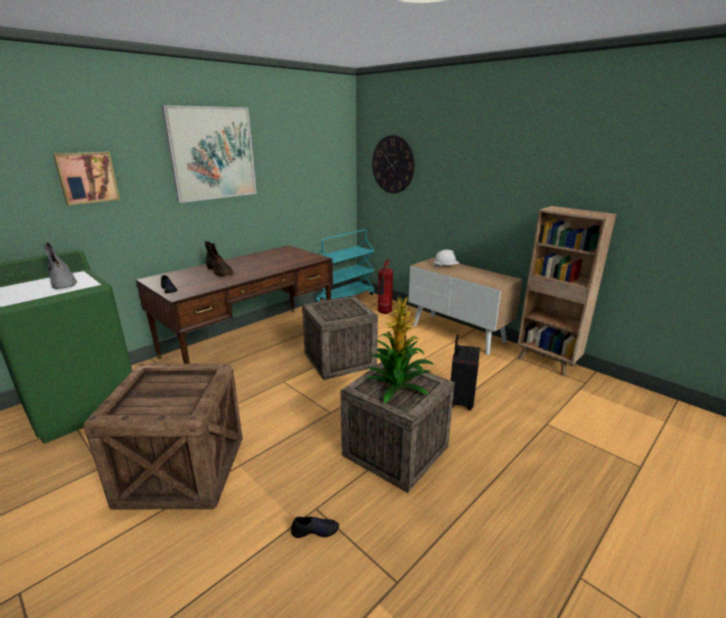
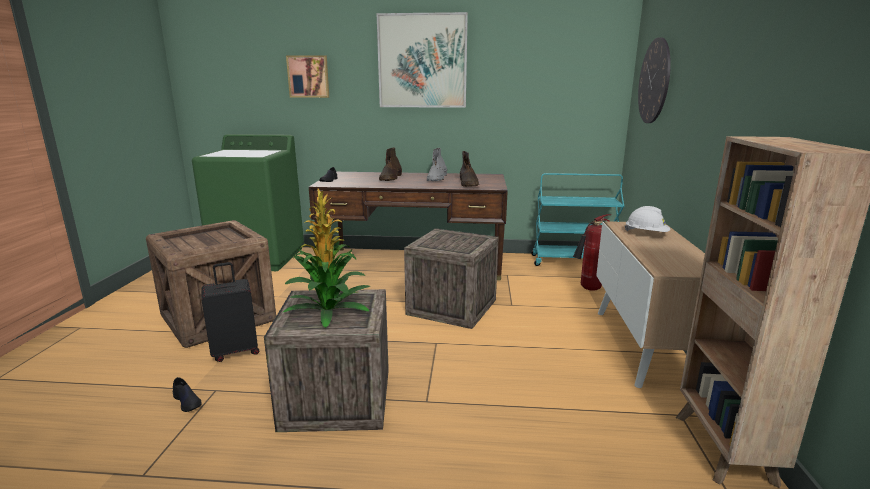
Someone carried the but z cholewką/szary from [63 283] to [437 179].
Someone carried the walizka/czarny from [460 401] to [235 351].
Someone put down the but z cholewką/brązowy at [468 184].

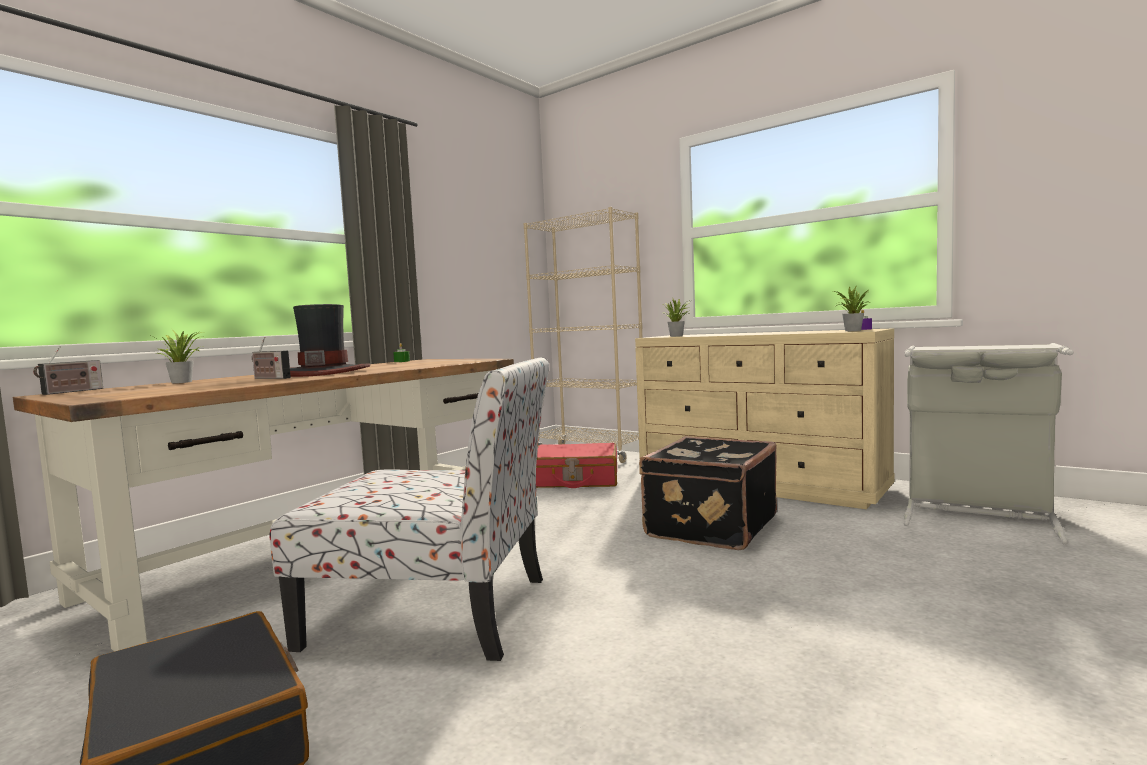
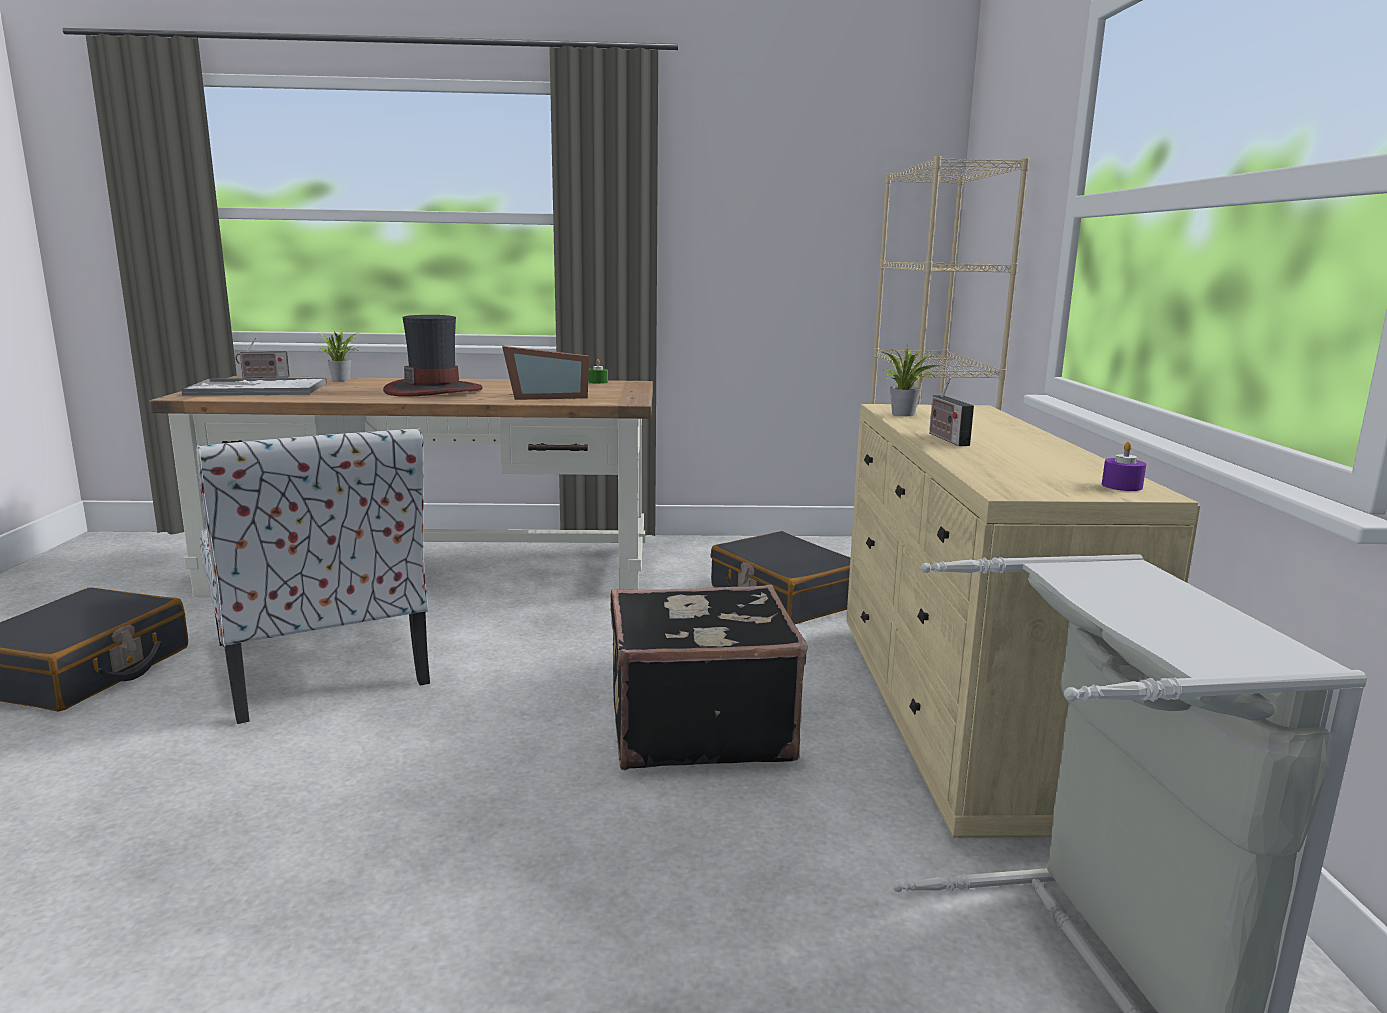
Someone carried the radio from [270 378] to [946 438].
Someone repainted the walizka/czerwony at [576 479], which became the walizka/czarny at [783 597].
Someone took away the roślina doniczkowa at [850 330].
Someone put down the taca at [256 389].
Someone put down the ramka na zdjęcie at [546 397].

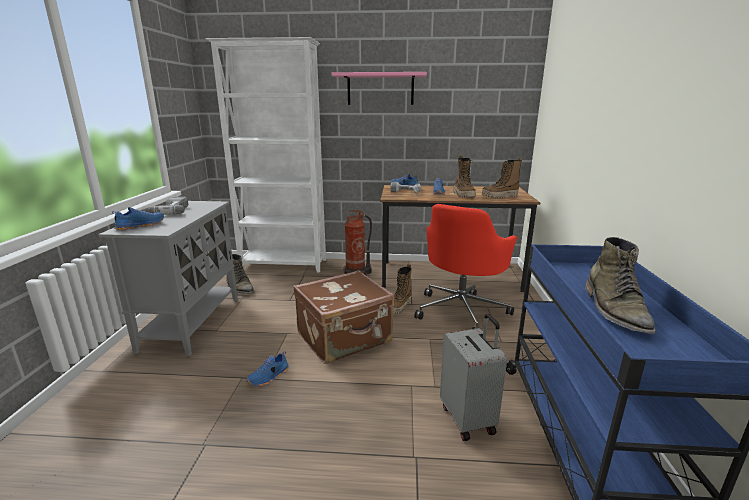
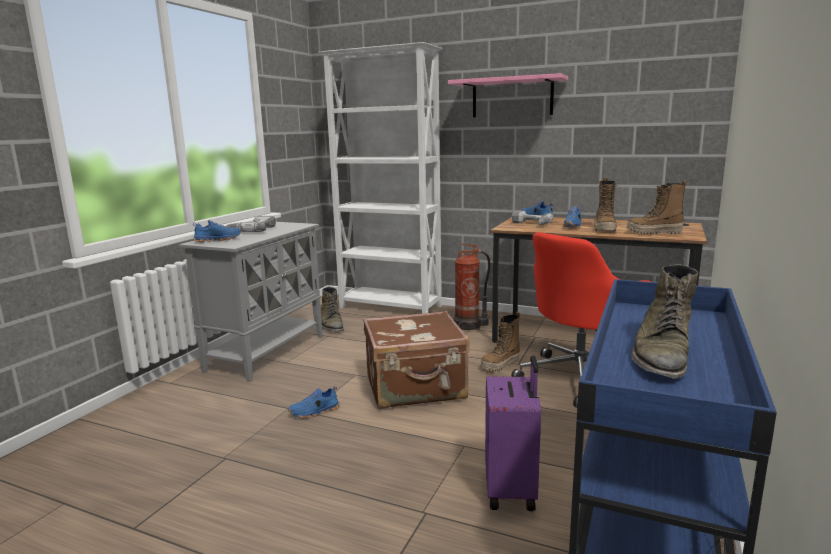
Someone repainted the walizka/szary at [468 419], which became the walizka/fioletowy at [512 490].

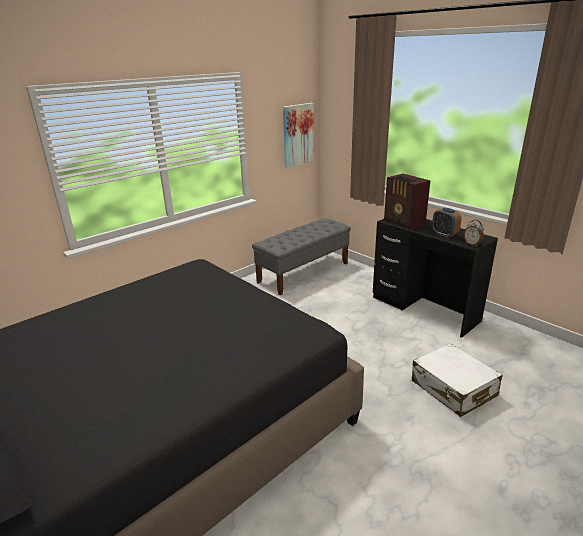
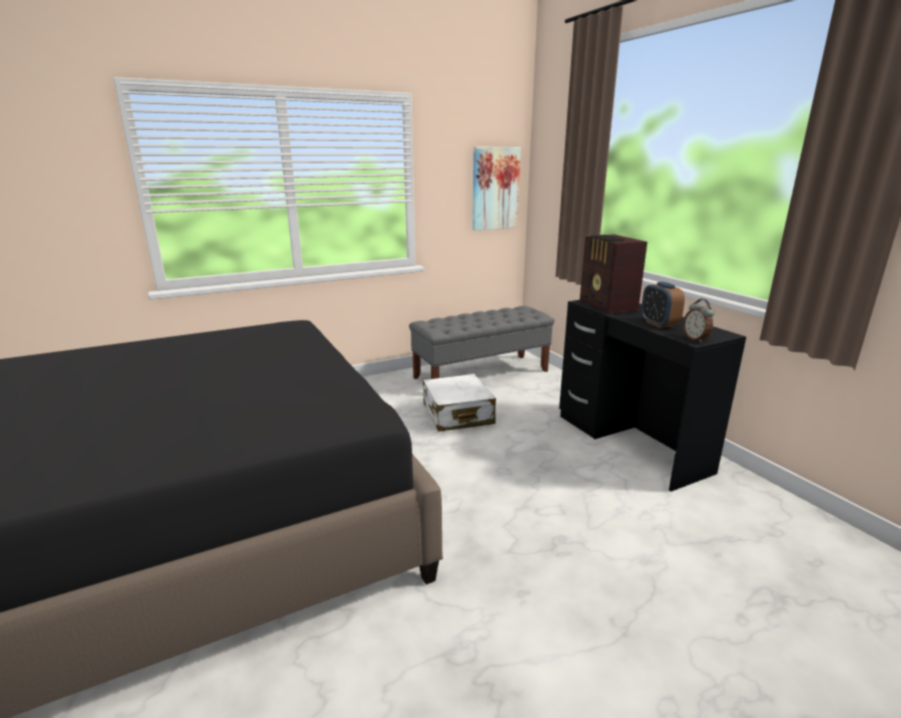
Someone carried the walizka/biały from [453 388] to [457 414].

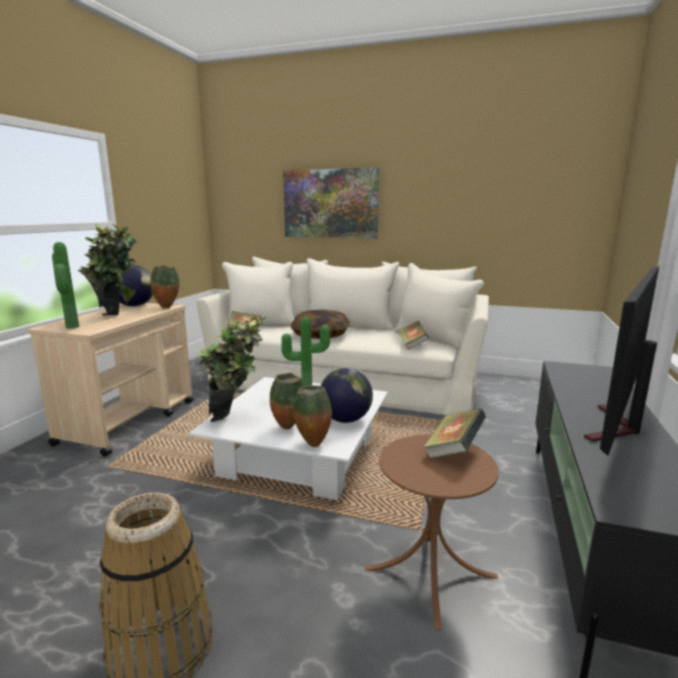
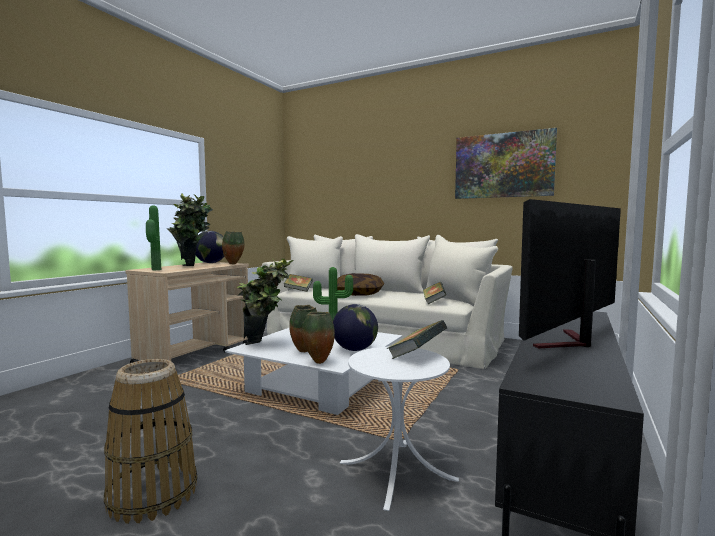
Someone carried the obraz from [330 203] to [503 165].
Someone repainted the stolik/brązowy at [430 572], which became the stolik/biały at [397 470].

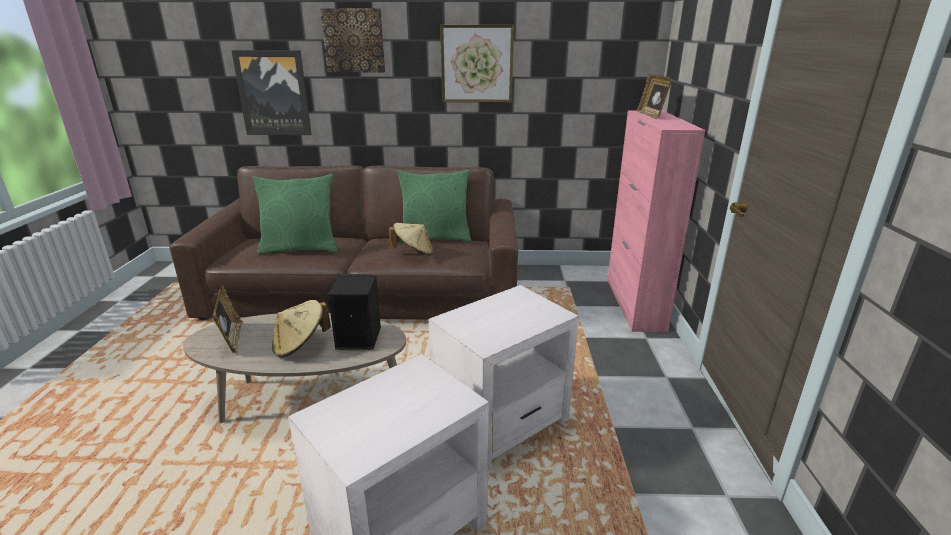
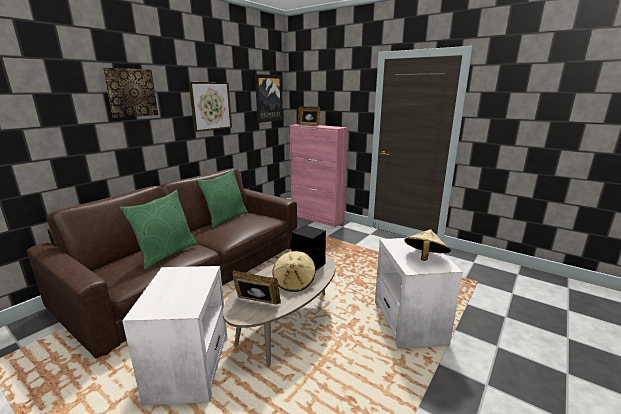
Someone carried the obraz from [273 93] to [268 98].
Someone carried the kapelusz/beżowy from [413 253] to [425 258].
Someone carried the stolik/biały from [502 423] to [190 367].

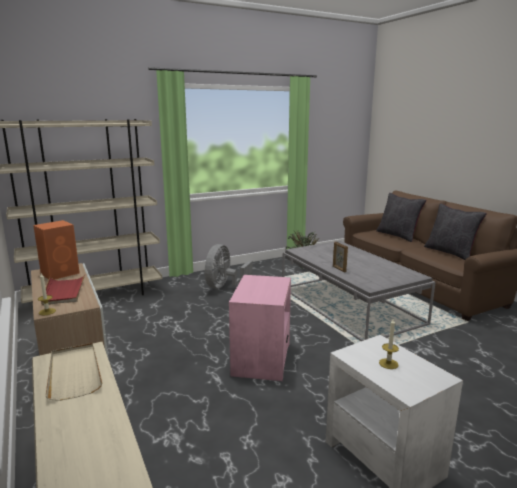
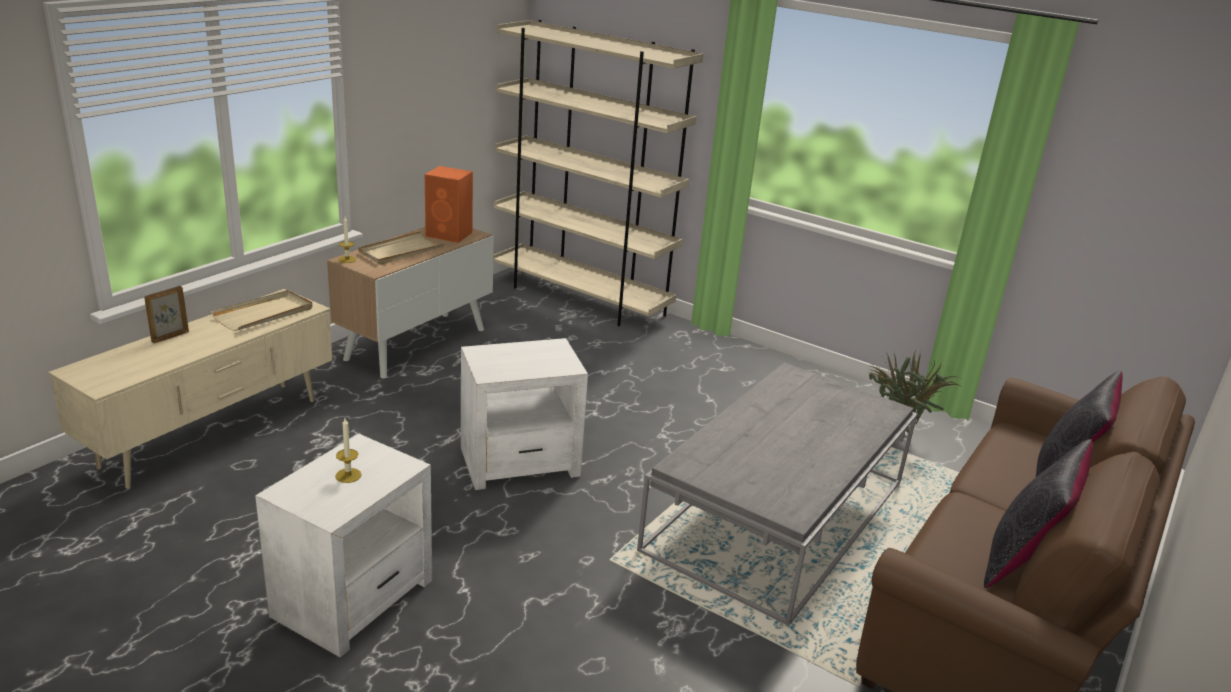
Someone repainted the taca/czerwony at [64 291], which became the taca/beżowy at [401 251].
Someone took away the wentylator/szary at [224 287].
Someone repainted the stolik/różowy at [262 358], which became the stolik/biały at [520 462].
Someone carried the ramka na zdjęcie from [339 269] to [169 337].

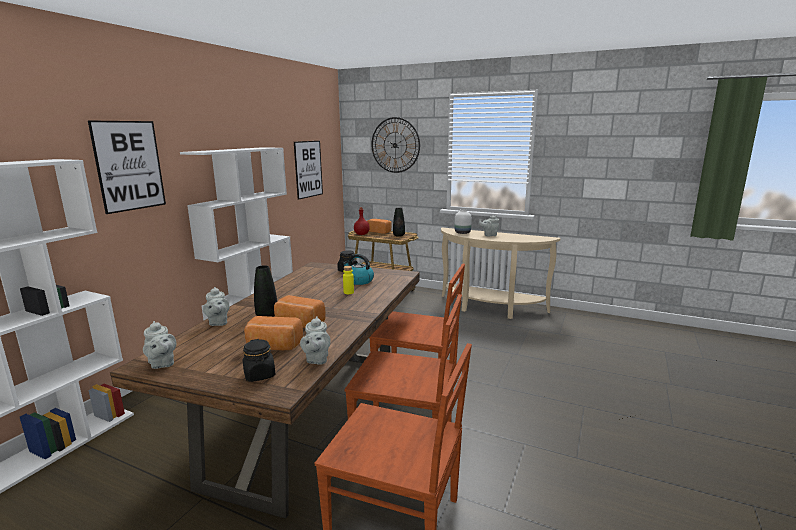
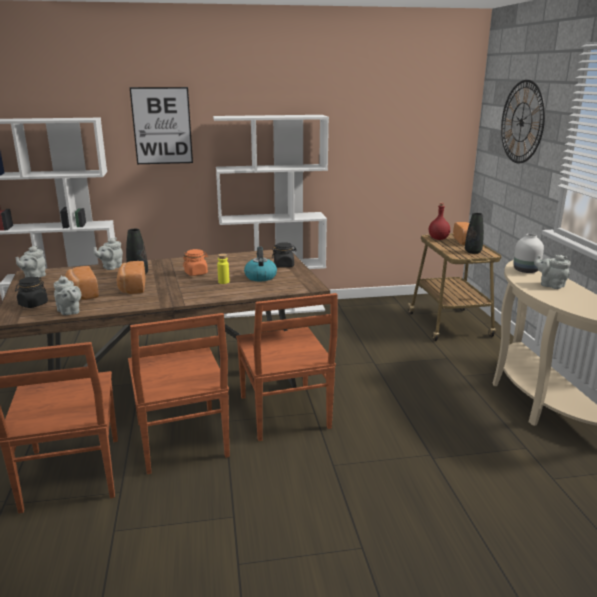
Someone took away the obraz at [308 169].
Someone rotated the imbryk/szary at [317 359] by 90 degrees counterclockwise.
Someone put down the słoik/pomarańczowy at [196 273].

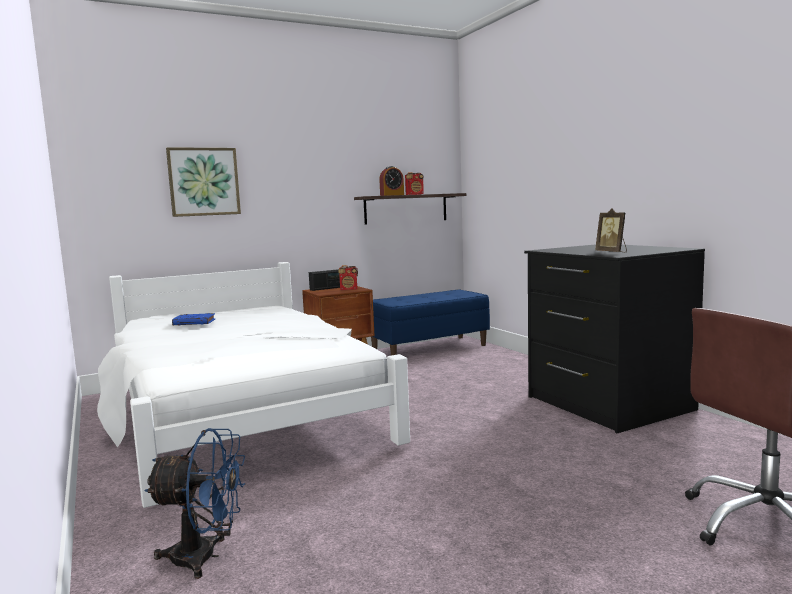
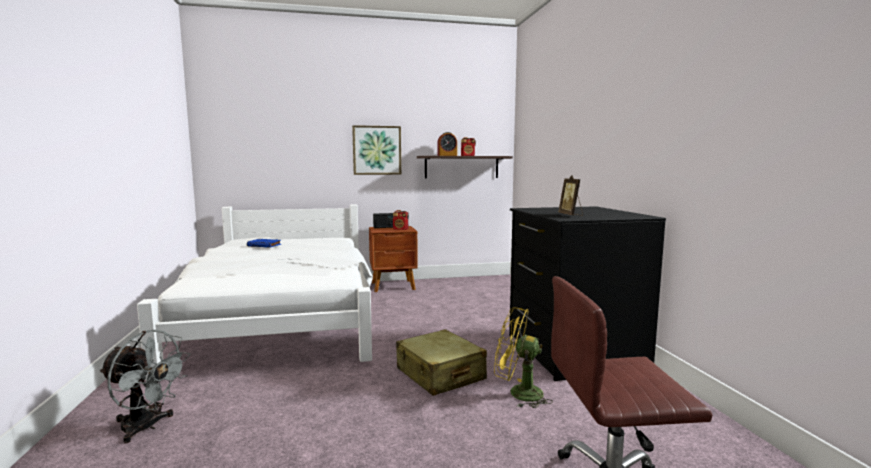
Someone repainted the wentylator/niebieski at [205 557], which became the wentylator/szary at [147 427].
Someone carried the obraz from [204 182] to [377 150].
Someone took away the ławka/niebieski at [429 348].
Someone put down the walizka/beżowy at [440 374].
Someone put down the wentylator/żółty at [518 393].

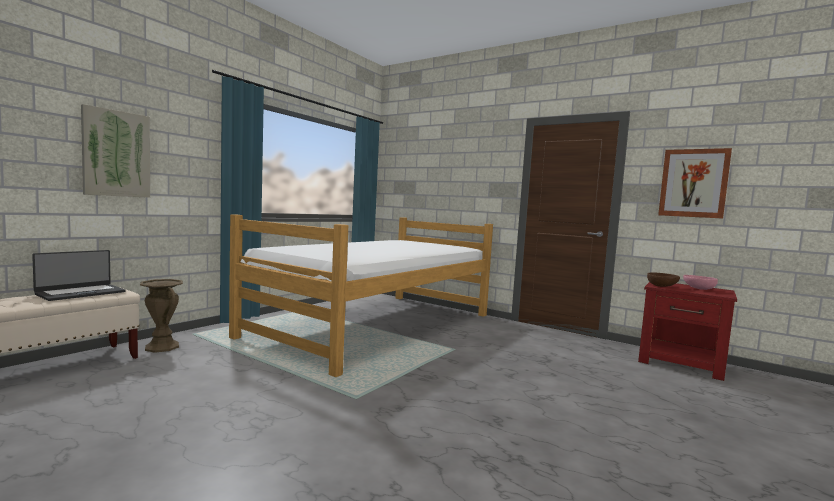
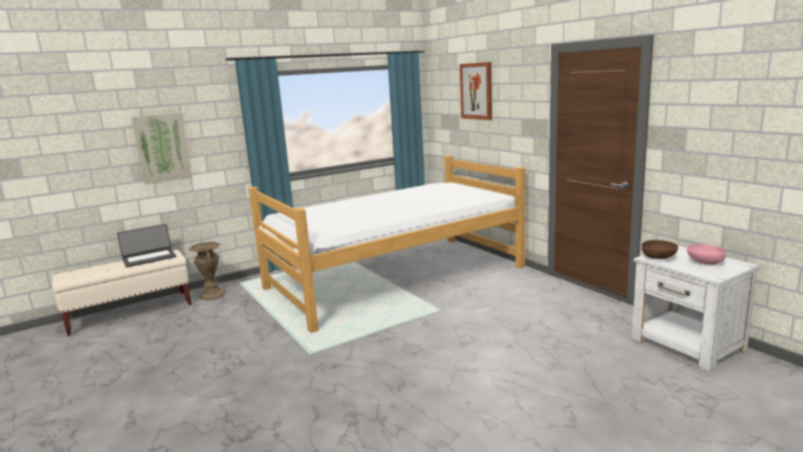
Someone repainted the szafka nocna/czerwony at [682 363], which became the szafka nocna/biały at [688 345].
Someone carried the obraz from [693 183] to [476 91].

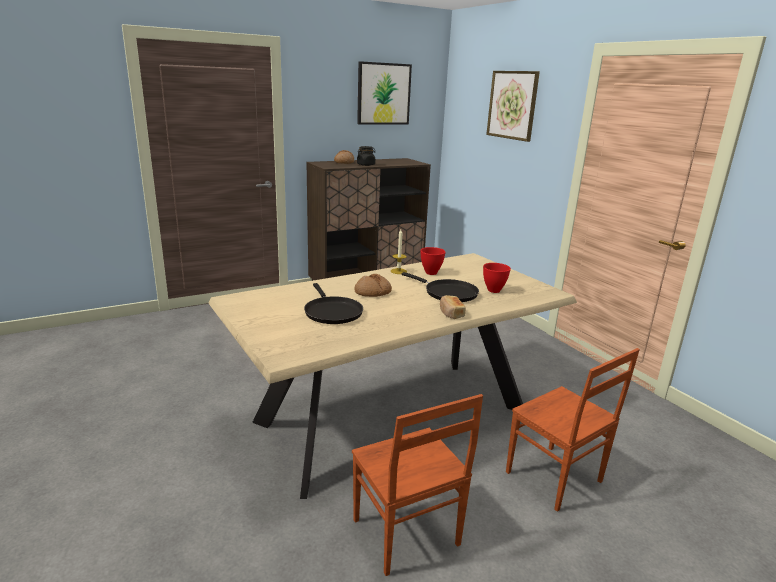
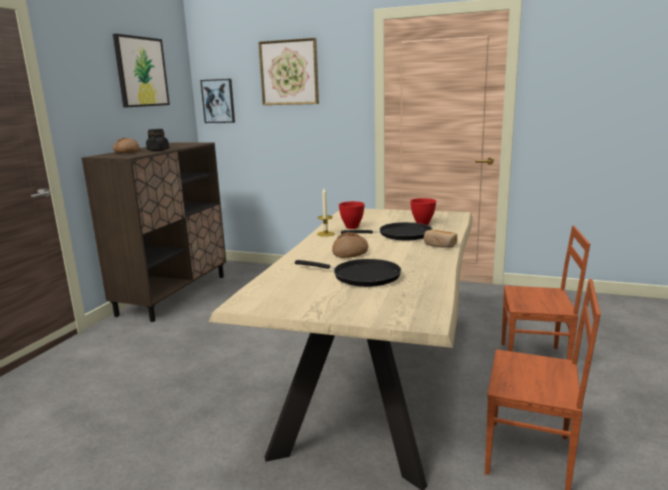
Someone put up the obraz at [218 101].

